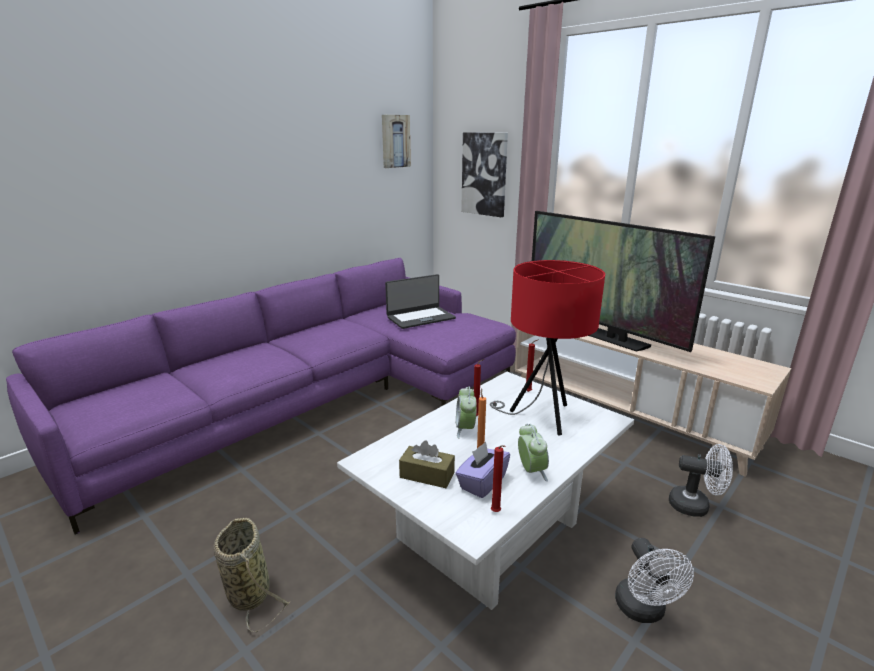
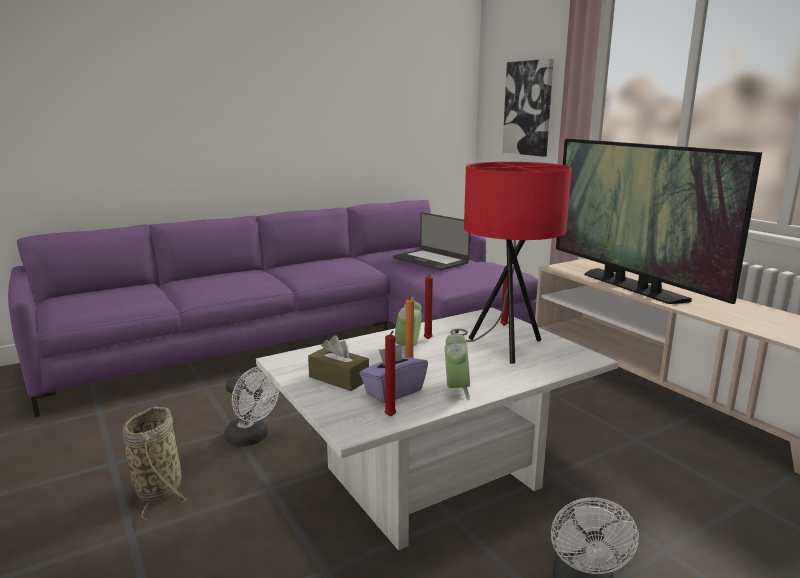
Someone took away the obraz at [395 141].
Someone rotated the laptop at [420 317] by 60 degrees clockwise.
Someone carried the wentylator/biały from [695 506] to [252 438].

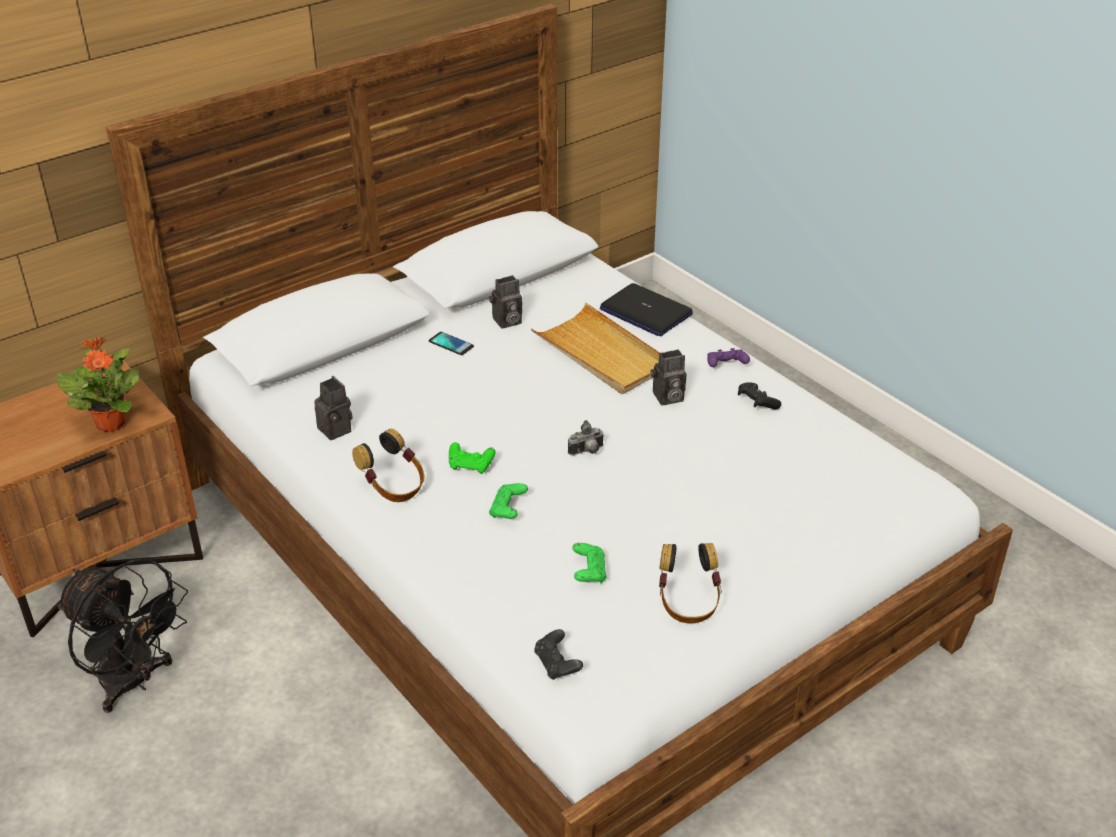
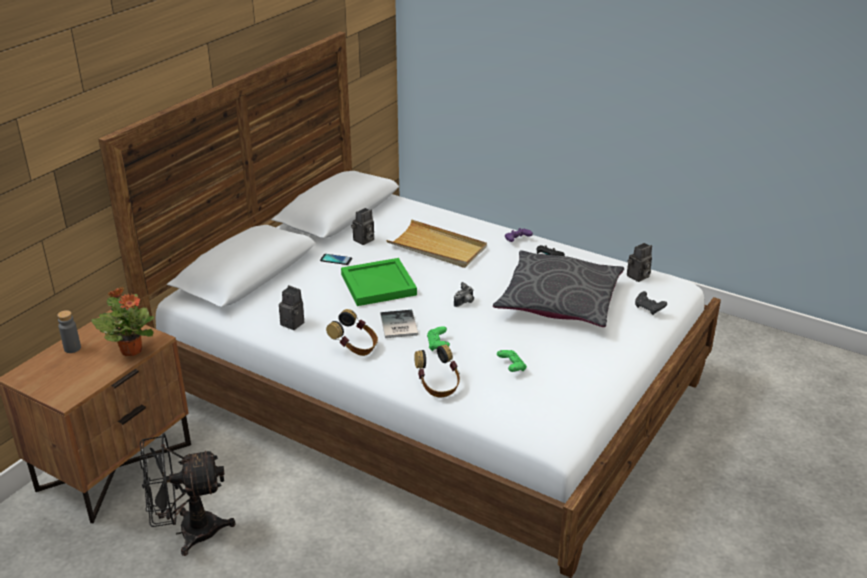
Someone rotated the wentylator/czarny at [134 683] by 150 degrees clockwise.
Someone swapped the pad do gier/zielony at [471 466] for the książka at [397 325].
Someone carried the pad do gier/czarny from [557 664] to [649 309].
Someone took away the laptop at [645 312].
Someone carried the aparat fotograficzny from [667 398] to [638 277].
Someone carried the słuchawki from [688 603] to [438 386].
Someone put down the butelka/szary at [72 348].
Someone put down the taca/zielony at [379 285].
Someone put down the poduszka/szary at [559 301].

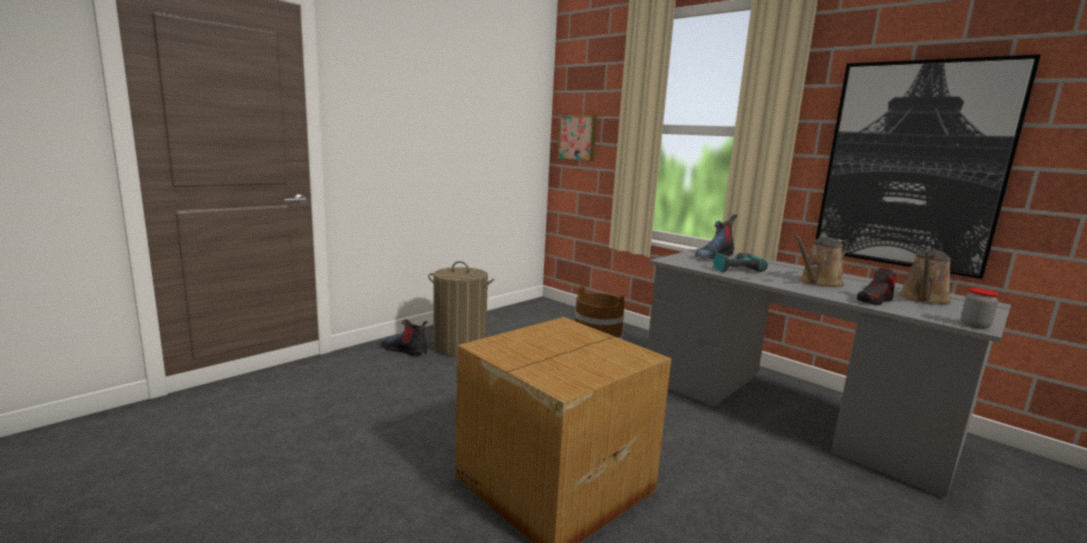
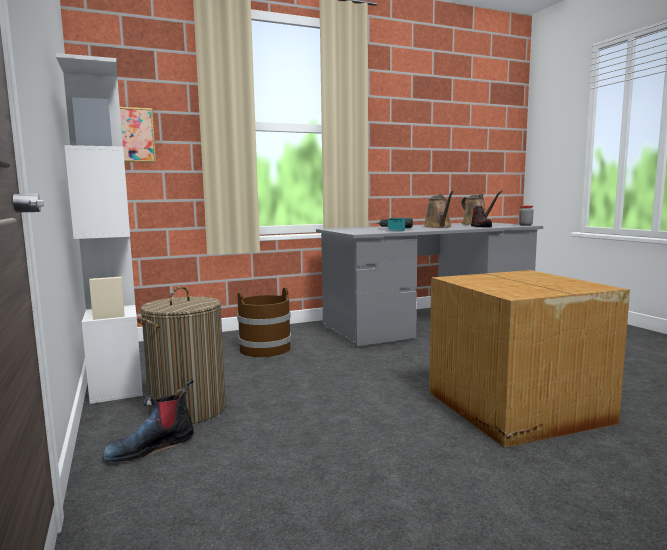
Someone took away the but z cholewką at [714 256].
Someone took away the obraz at [912 166].
Someone put down the regał/biały at [116 371].

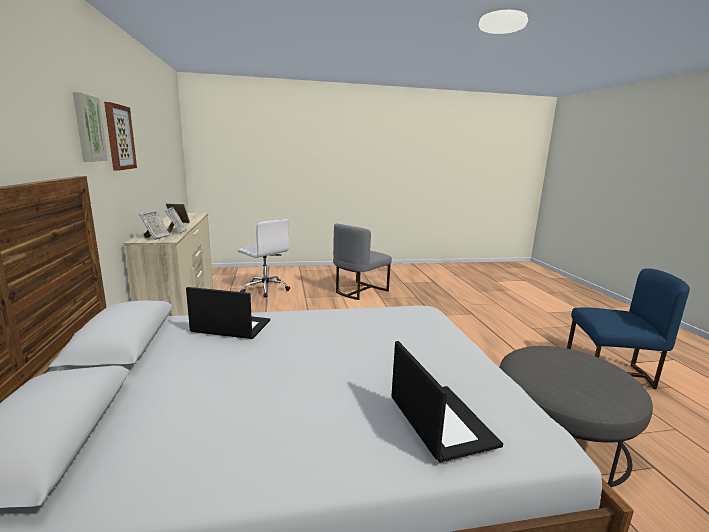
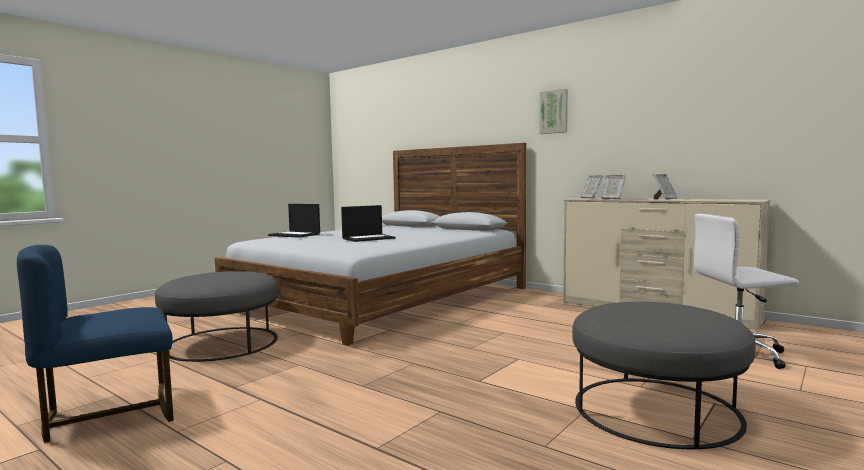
Someone took away the obraz at [119 137].
Someone carried the laptop from [230 327] to [368 238].
Someone swapped the krzesło/szary at [359 291] for the pufa/szary at [656 409].

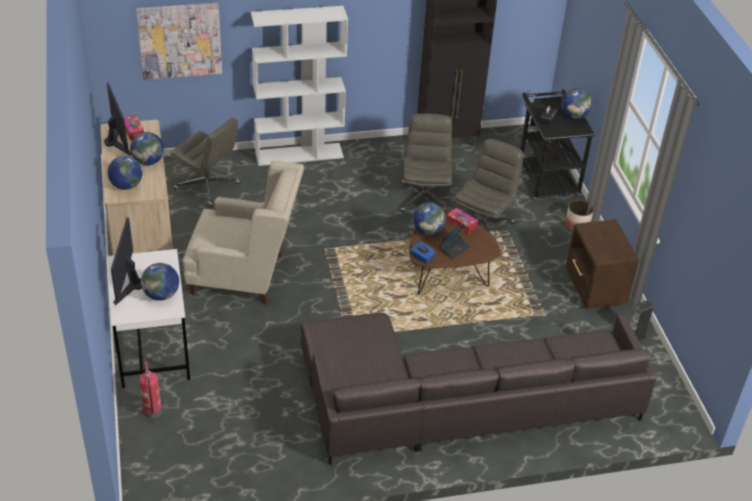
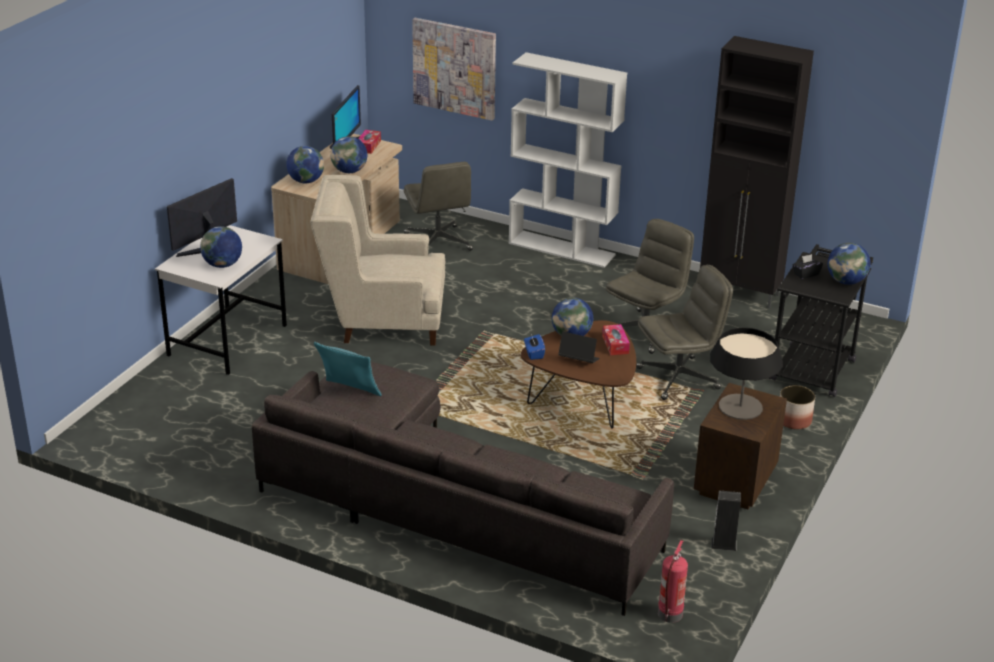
Someone carried the gaśnica from [153 412] to [670 615].
Someone rotated the fotel/beżowy at [246 275] by 135 degrees clockwise.
Someone rotated the laptop at [454 248] by 150 degrees counterclockwise.
Someone put down the poduszka/turkusowy at [349 392].
Someone put down the lampa stołowa at [740 407].

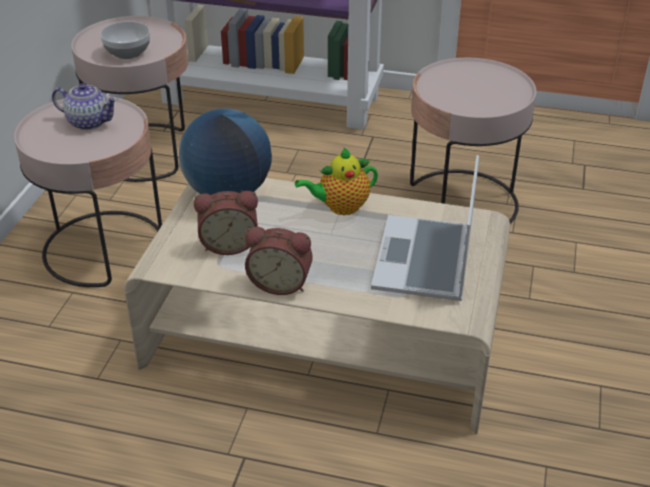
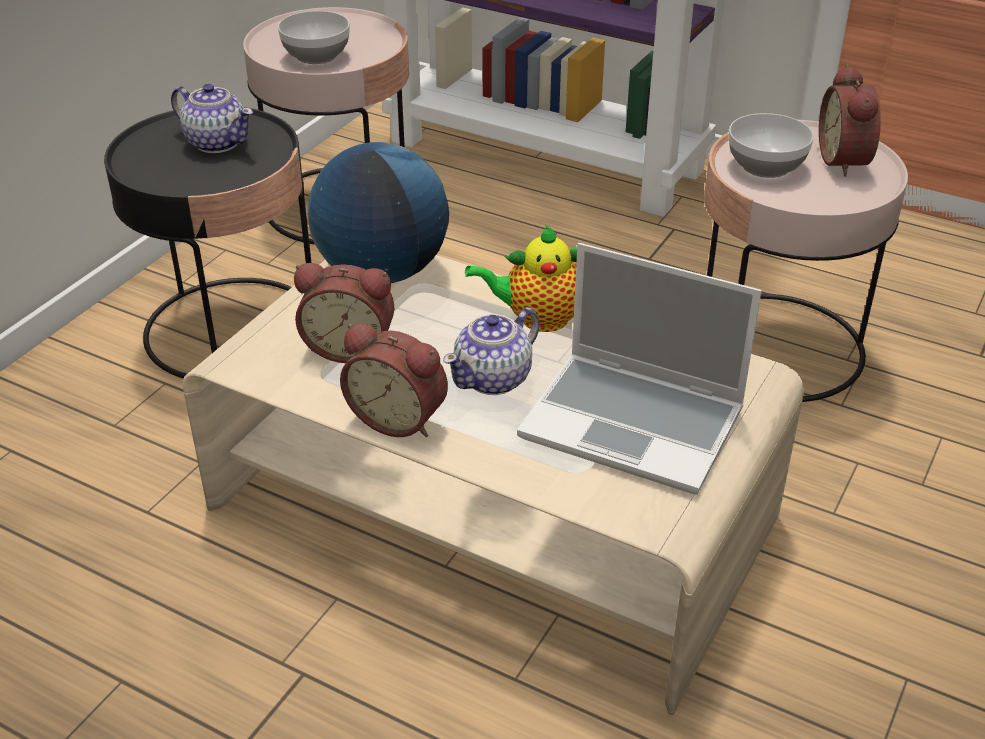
Someone repainted the stolik/różowy at [104 248], which became the stolik/czarny at [232 329].
Someone rotated the laptop at [425 261] by 90 degrees counterclockwise.
Someone put down the imbryk at [494 379].
Someone put down the miska at [766 167].
Someone put down the budzik at [847 160].

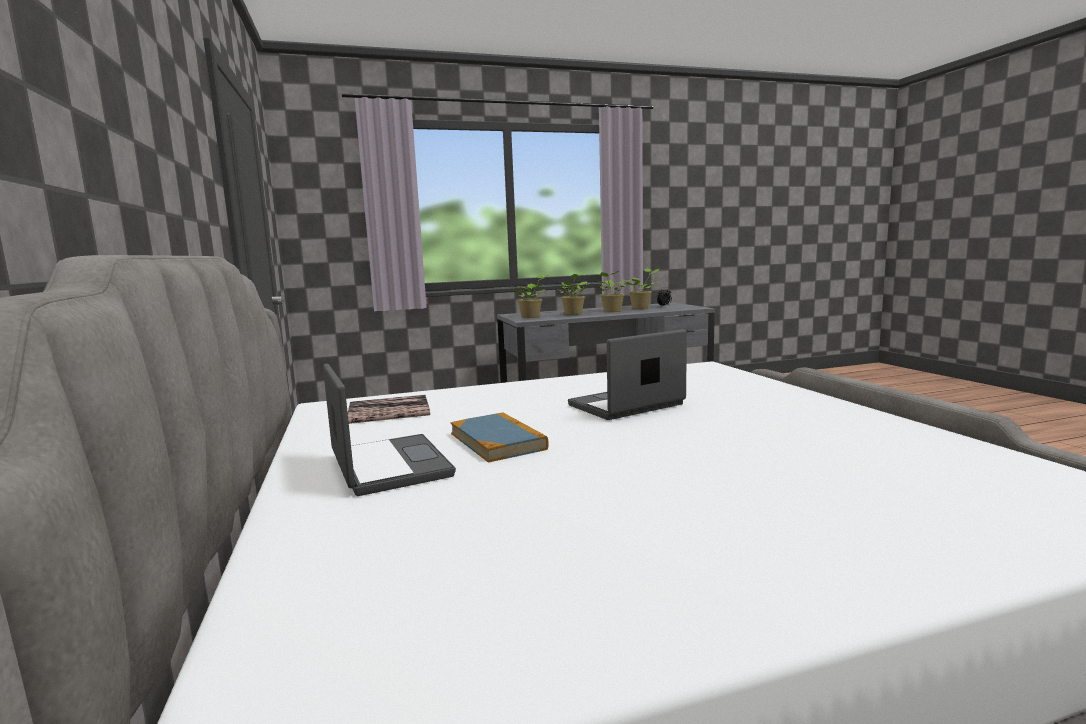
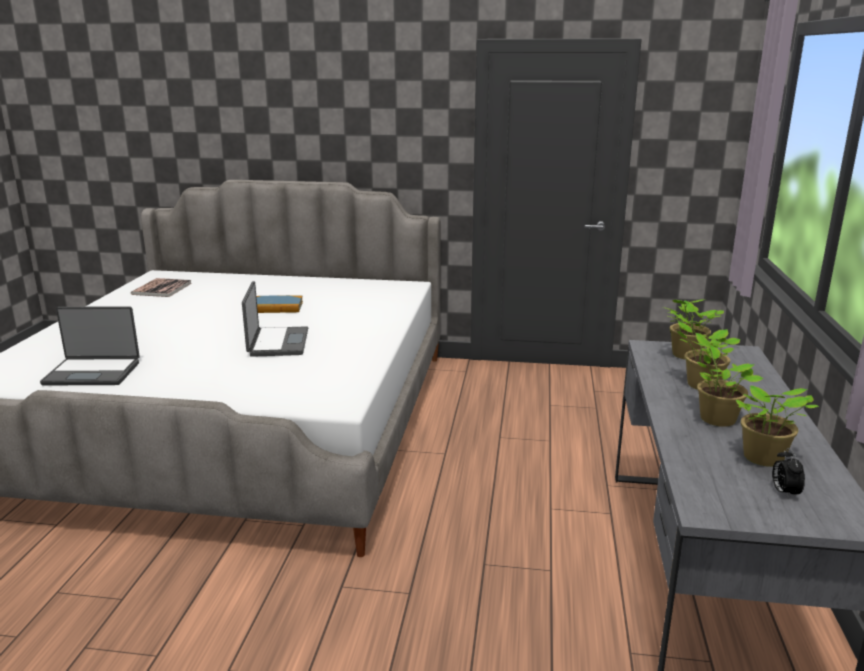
Someone carried the laptop from [387 466] to [93 373].
Someone carried the książka from [389 411] to [162 288].

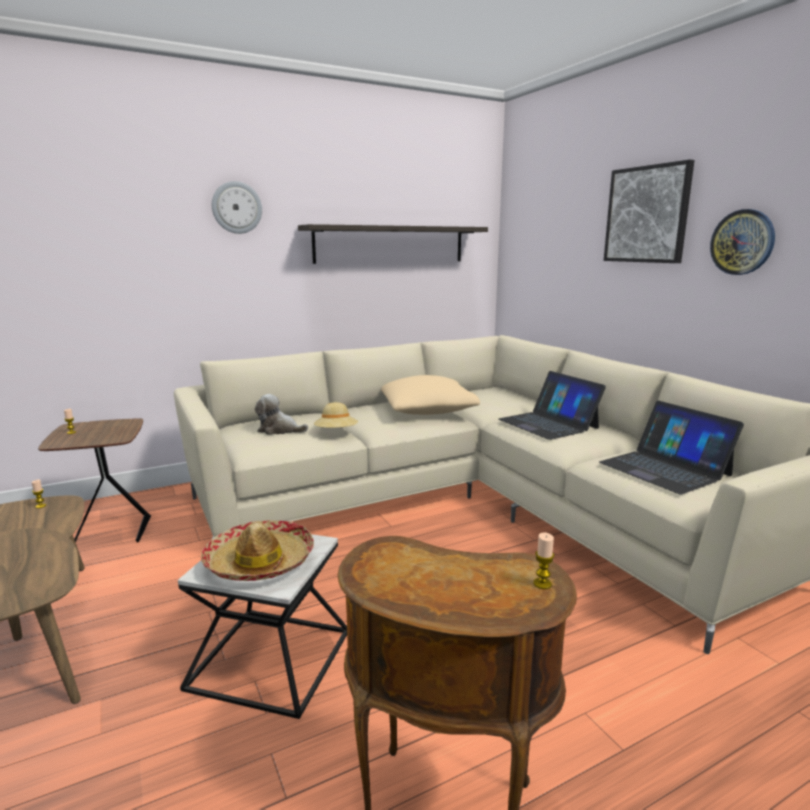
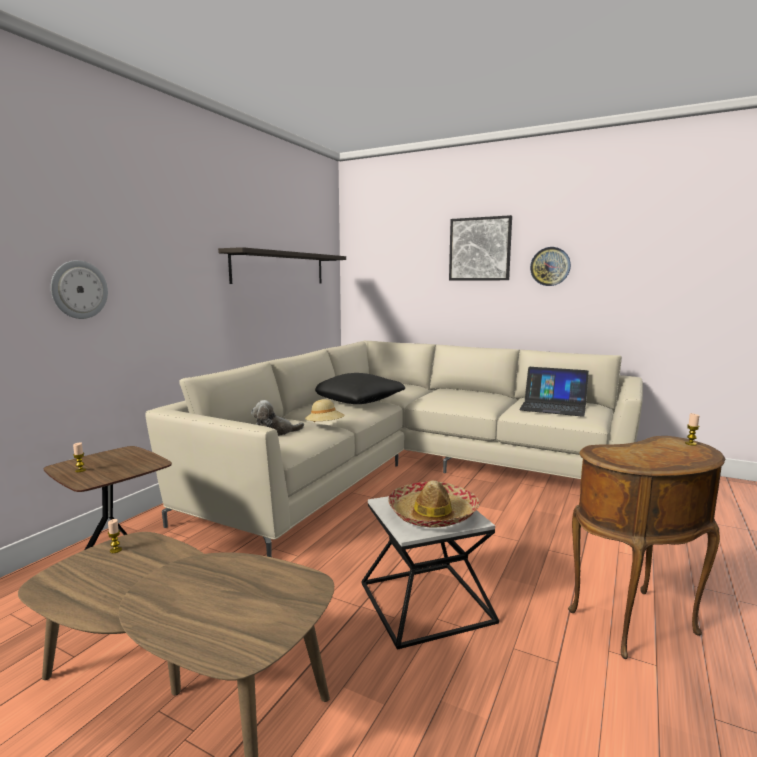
Someone carried the zegar ścienny from [237 207] to [79 289].
Someone repainted the poduszka/beżowy at [427 410], which became the poduszka/czarny at [357 401].
Someone took away the laptop at [548 424].

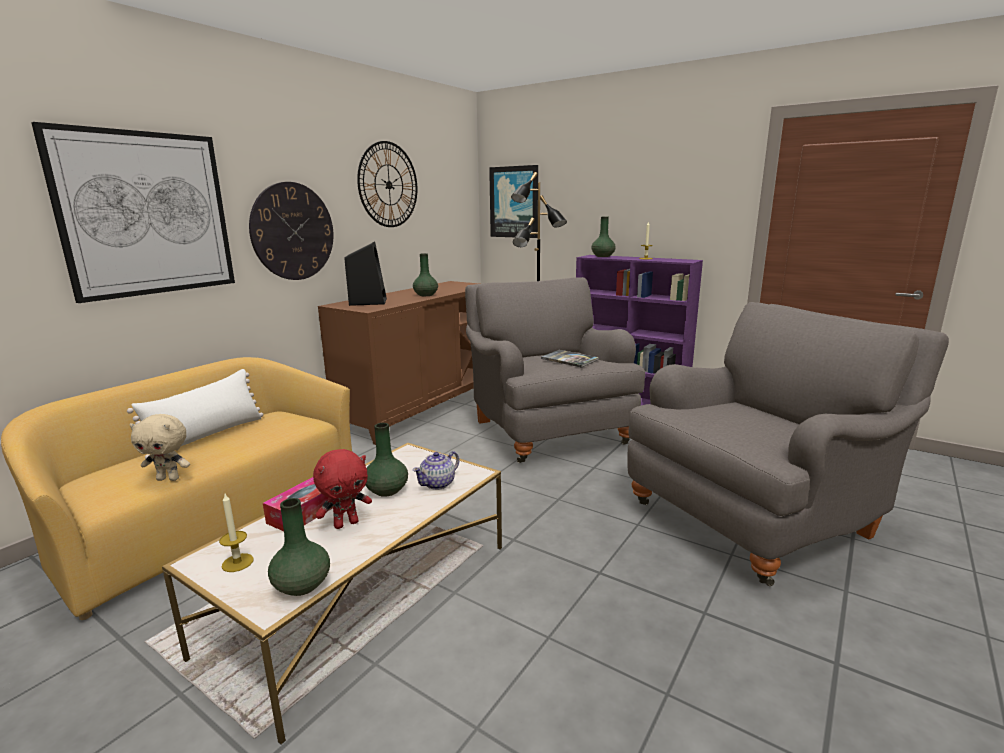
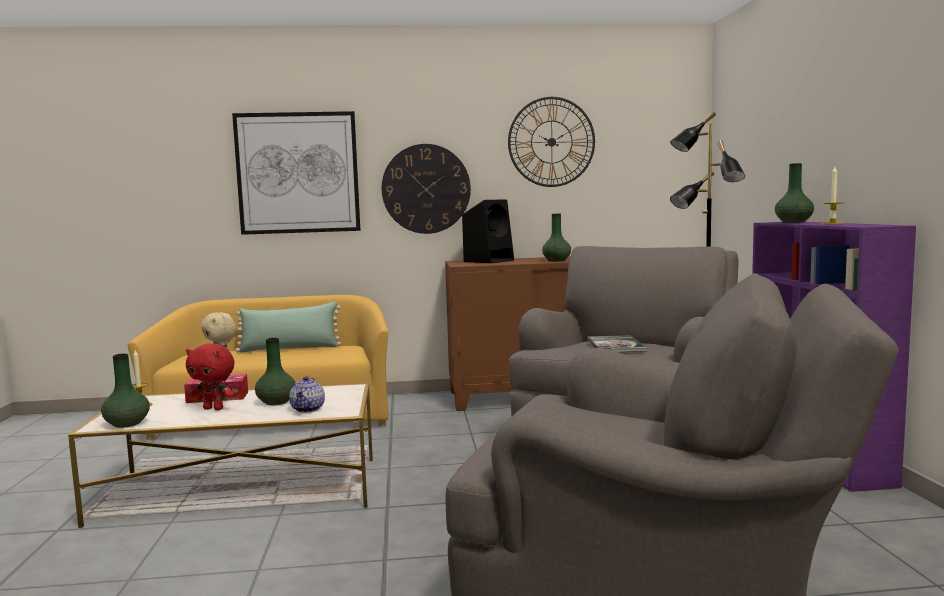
Someone repainted the poduszka/biały at [207 436], which became the poduszka/zielony at [290 348].
Someone rotated the imbryk at [438 483] by 90 degrees counterclockwise.
Someone took away the obraz at [514 202].

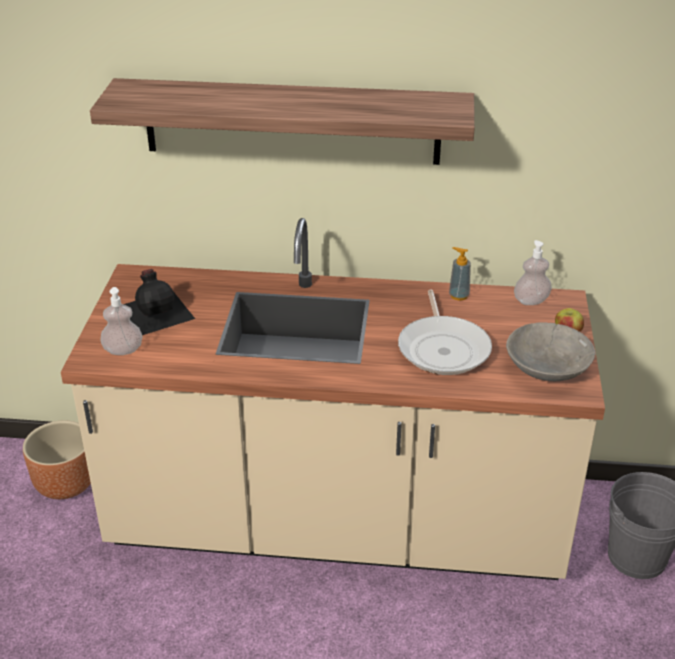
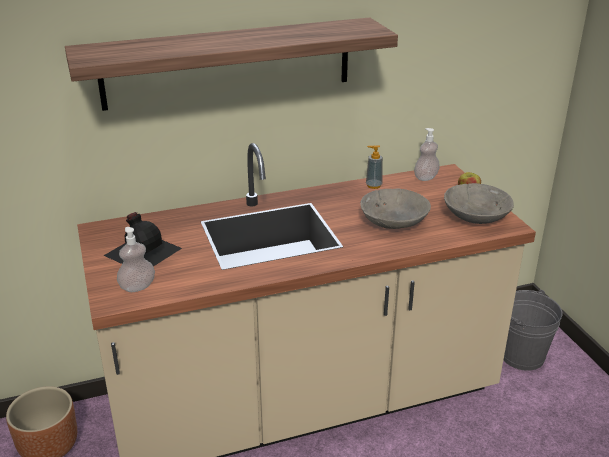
Someone swapped the patelnia at [443 348] for the miska/szary at [394 221].

